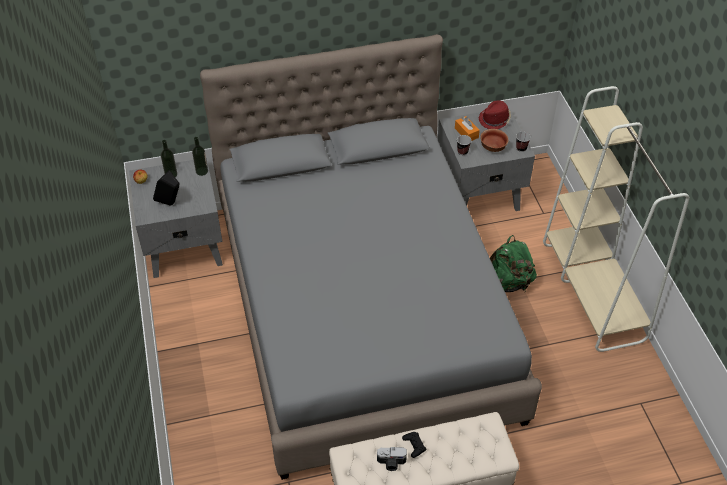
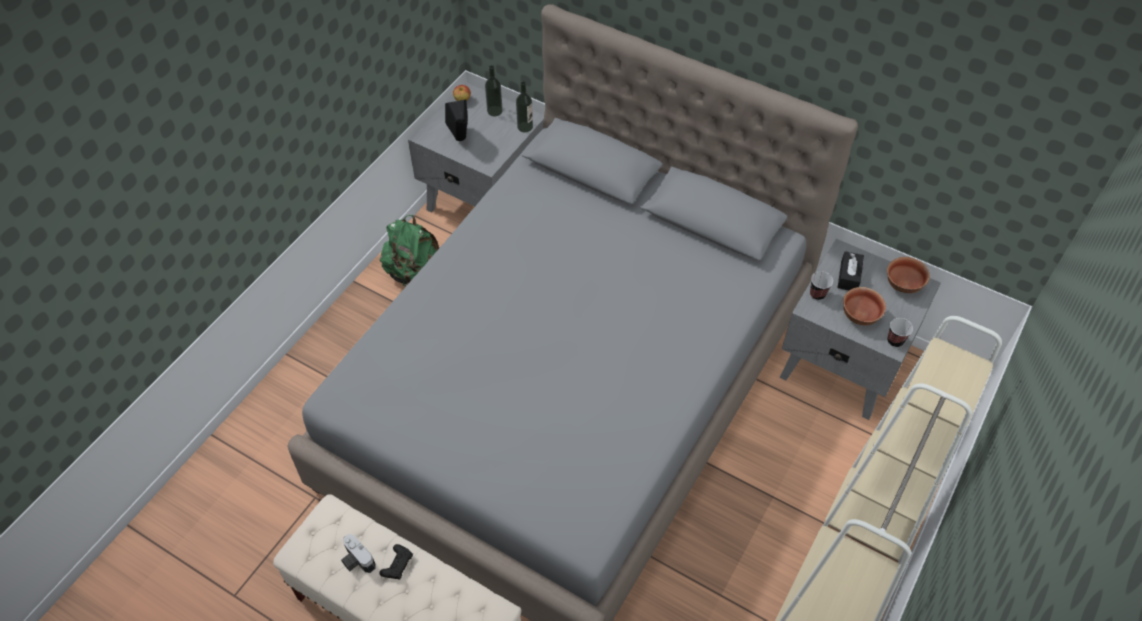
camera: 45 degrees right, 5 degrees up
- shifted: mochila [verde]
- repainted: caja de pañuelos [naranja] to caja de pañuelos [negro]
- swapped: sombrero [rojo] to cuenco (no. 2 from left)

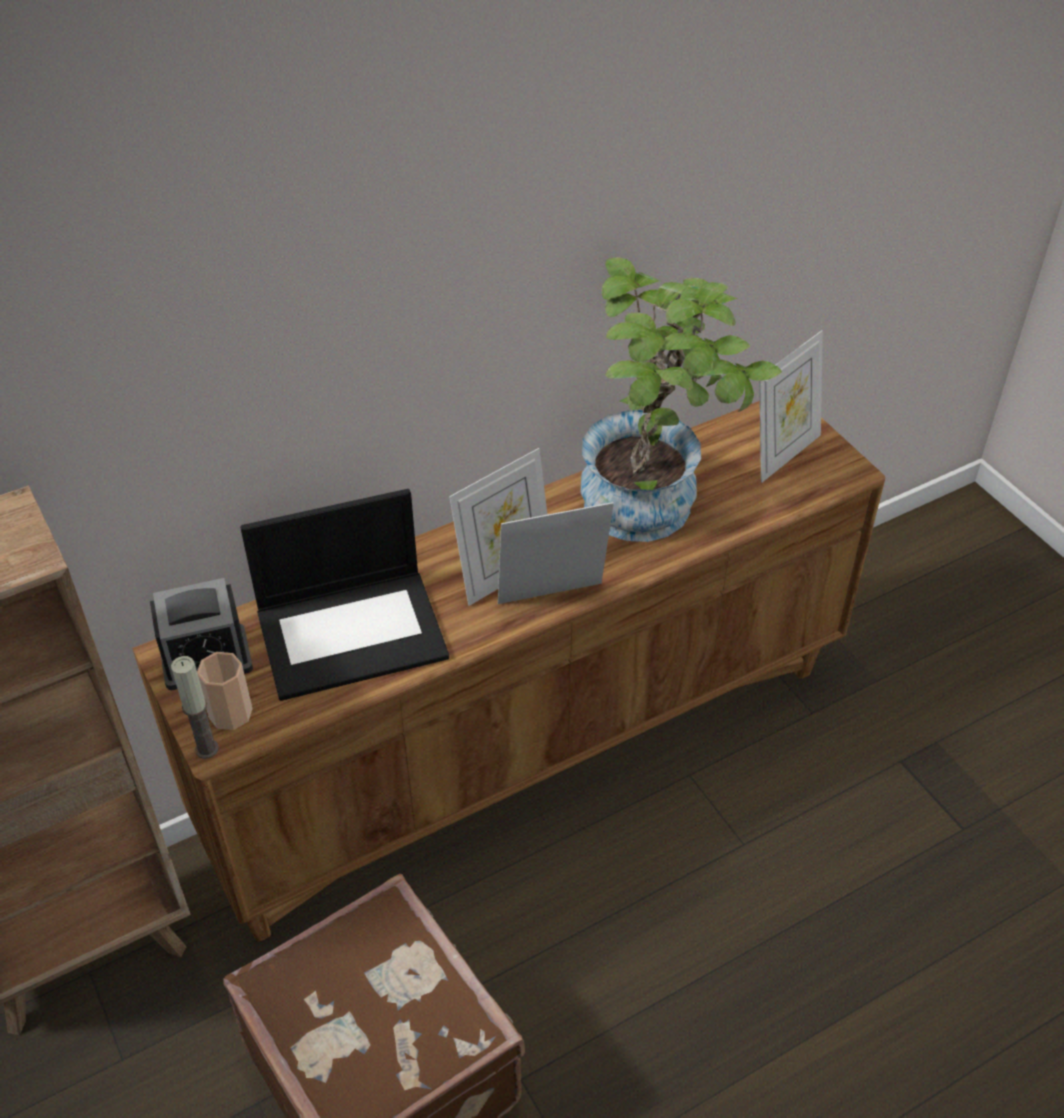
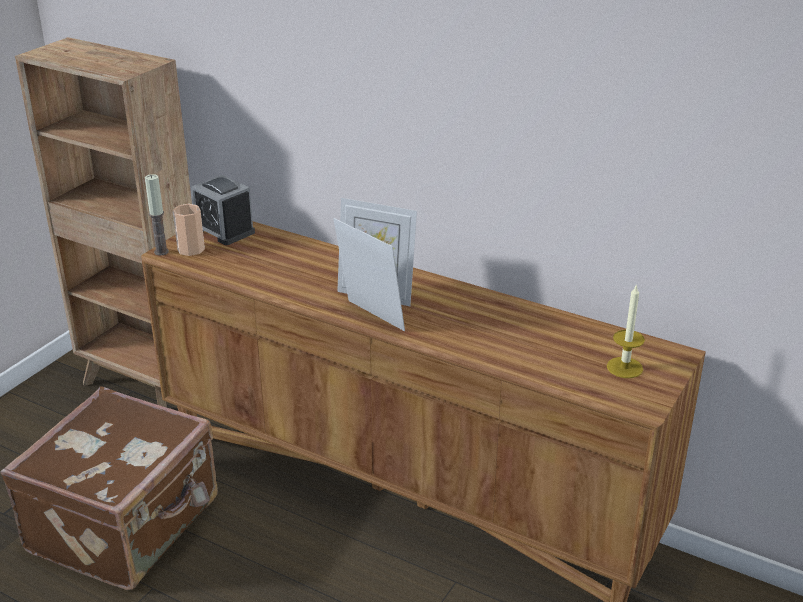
camera: 60 degrees right, 15 degrees down
- swapped: portarretratos (no. 3 from left) to vela (no. 2 from left)
- gone: portátil
- gone: planta en maceta

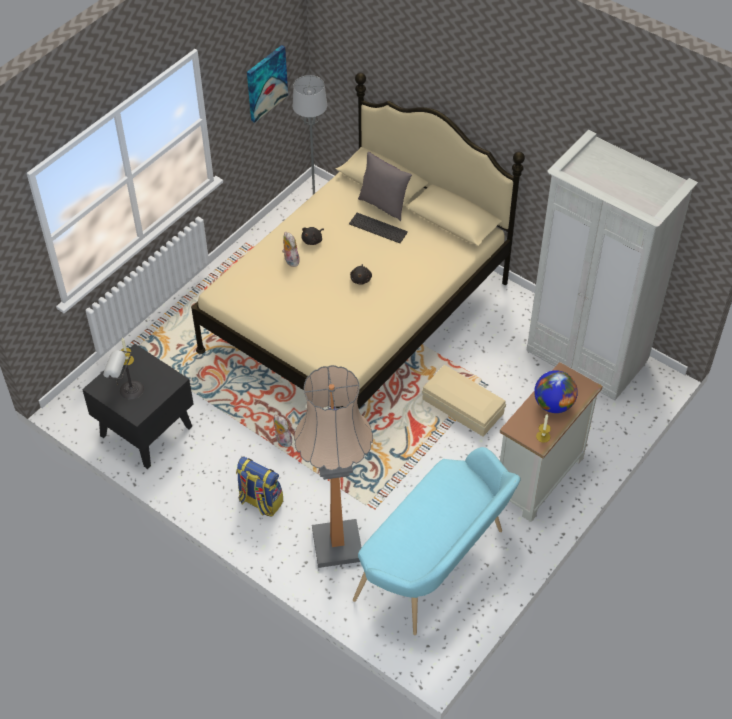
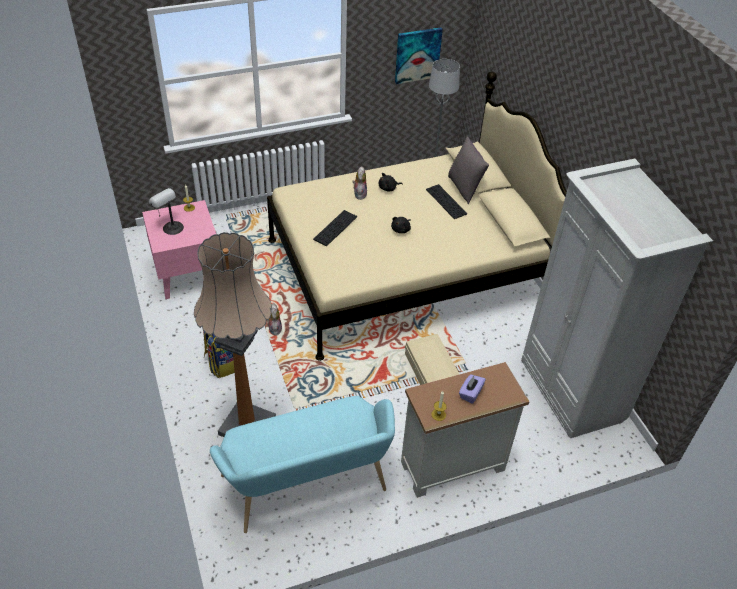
camera: 30 degrees right, 5 degrees down
- repainted: mesita de noche [negro] to mesita de noche [rosa]
- new: teclado (no. 1 from left)
- swapped: globo terráqueo to caja de pañuelos [morado]

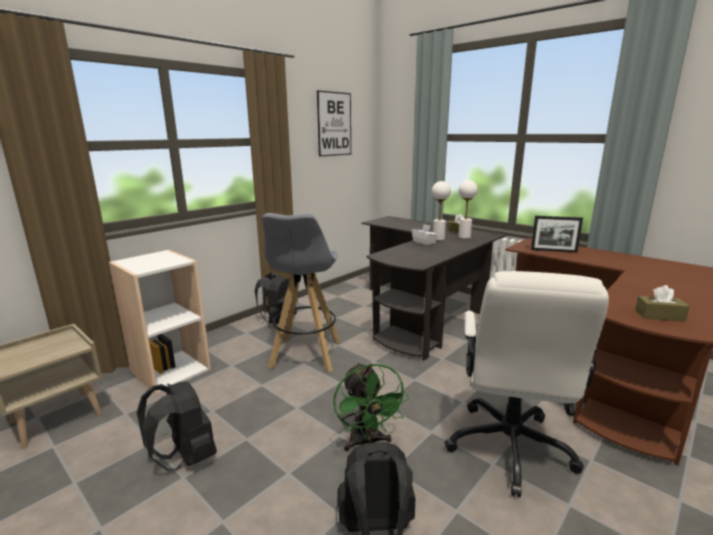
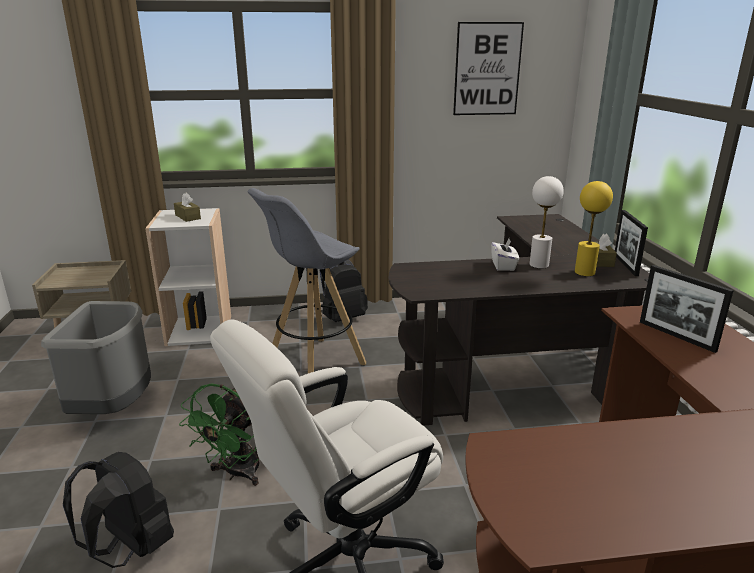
camera: 40 degrees right, 5 degrees up
- swapped: mochila [negro] (no. 1 from left) to papelera [gris]
- shifted: caja de pañuelos [marrón] (no. 2 from left in the first image) to caja de pañuelos [marrón] (no. 1 from left)
- repainted: lámpara de mesa [blanco] (no. 2 from left) to lámpara de mesa [amarillo]
- new: portarretratos (no. 1 from left)

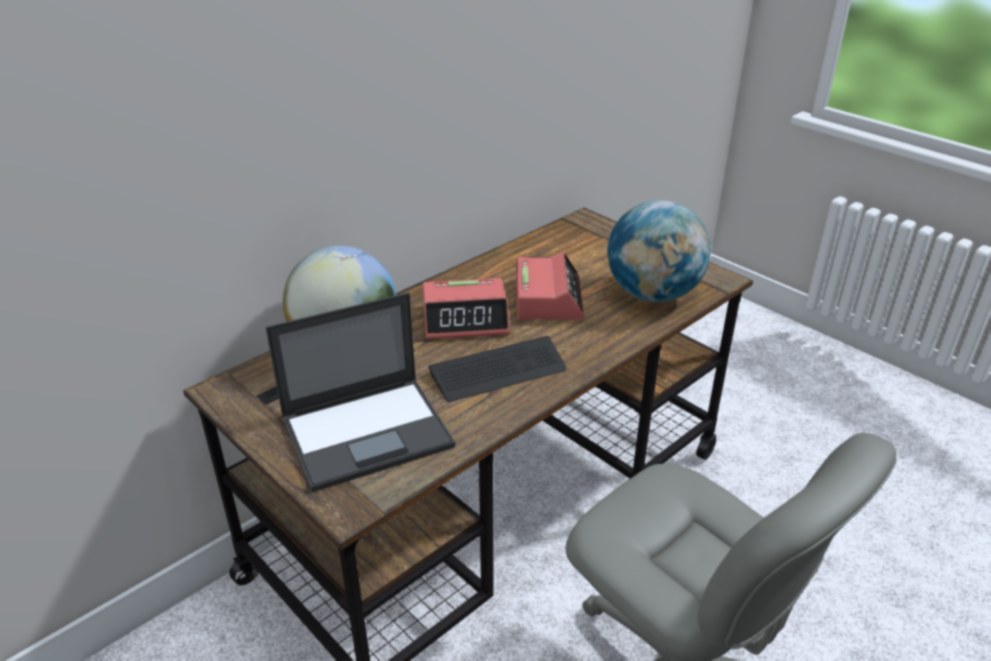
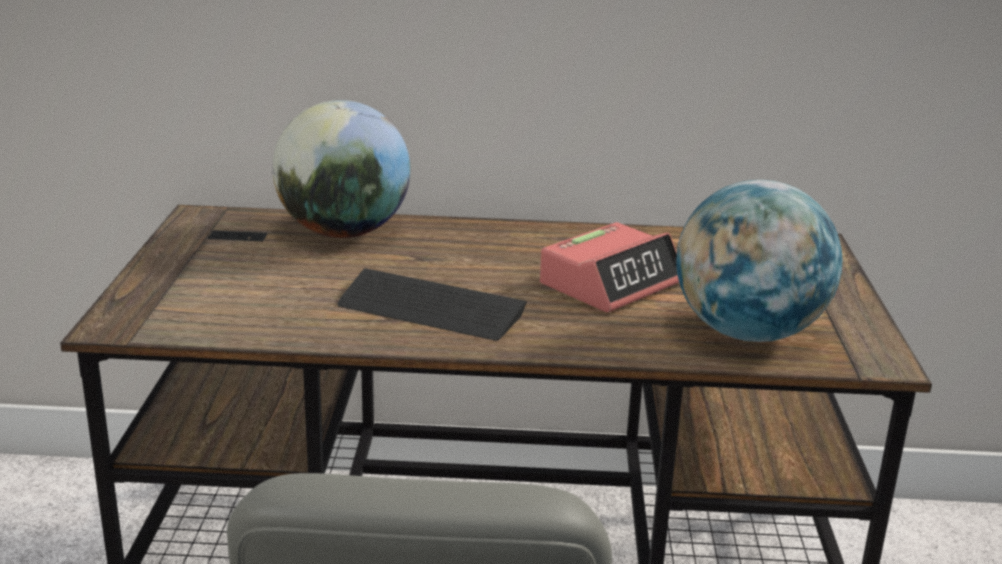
camera: 45 degrees right, 10 degrees down
- gone: portátil
- gone: despertador (no. 1 from left)

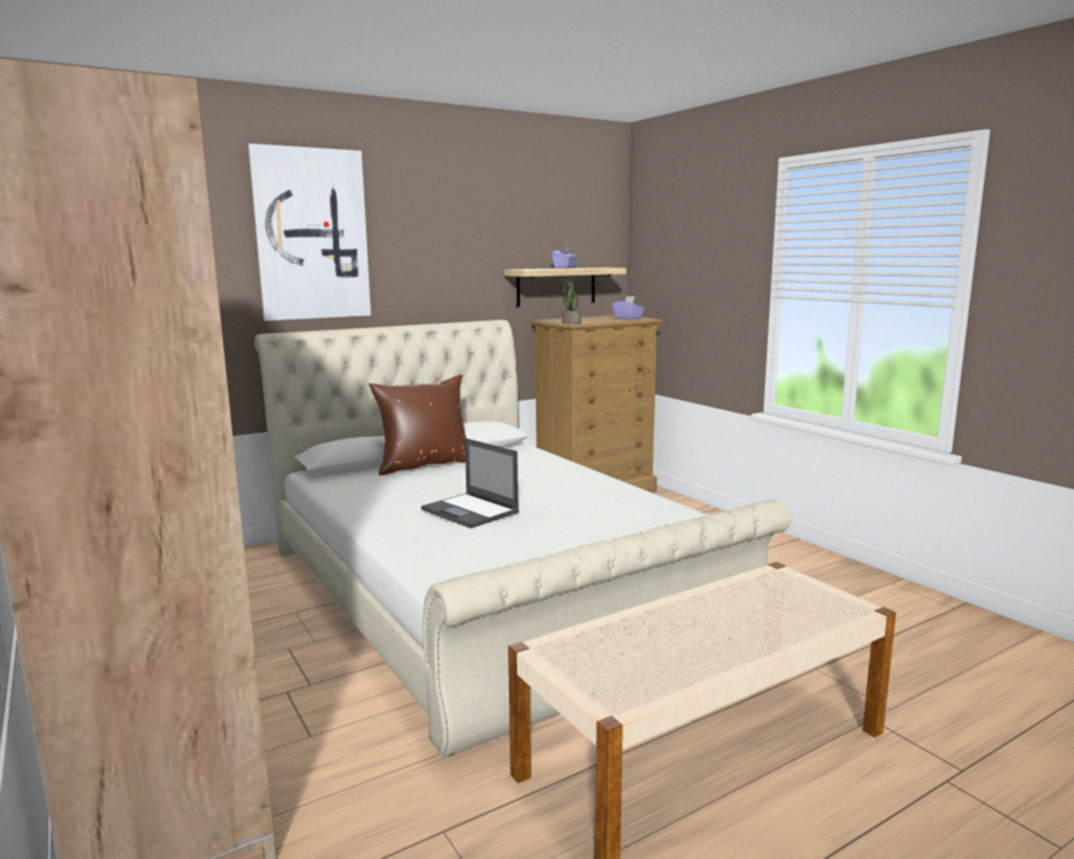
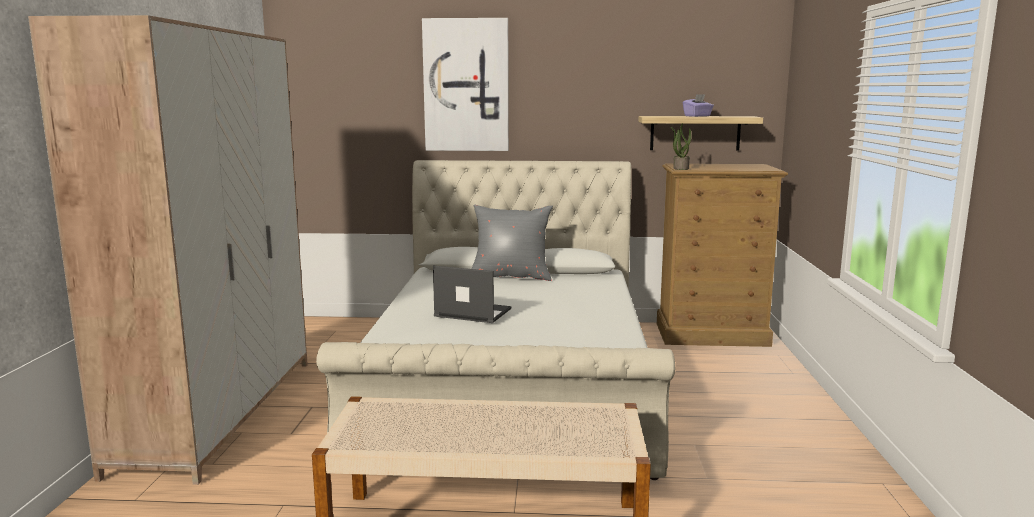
camera: 35 degrees right, 0 degrees up
- rotated: portátil 120 degrees clockwise
- repainted: cojín [marrón] to cojín [gris]
- gone: caja de pañuelos [morado] (no. 2 from left)

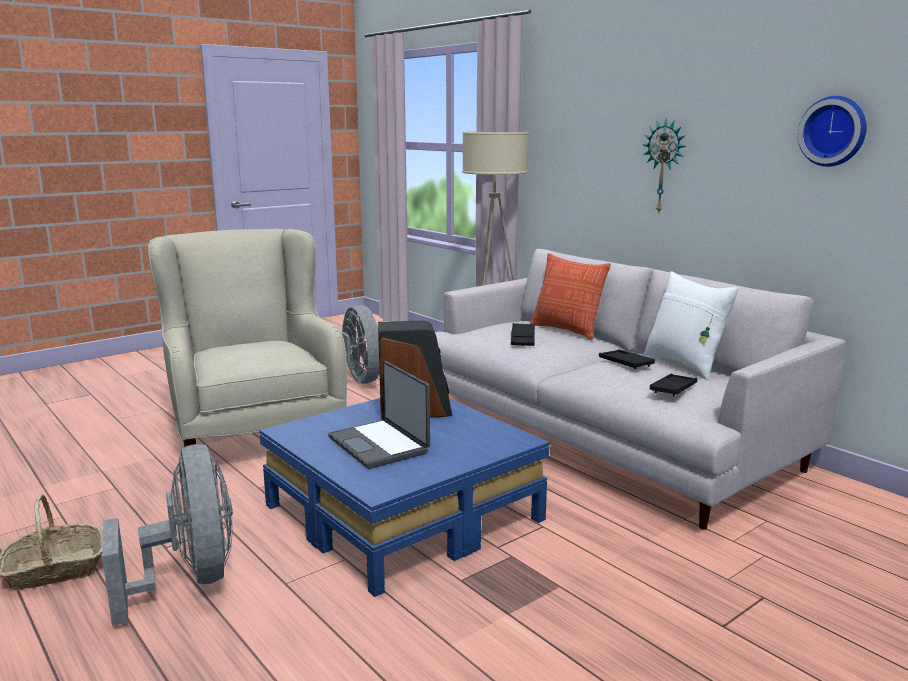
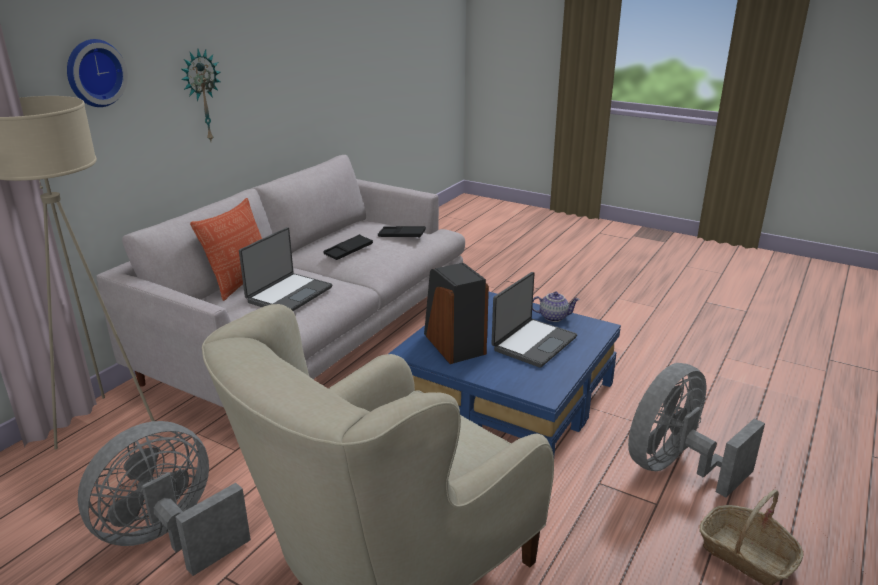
camera: 110 degrees left, 10 degrees up
- shifted: reloj de pared (no. 2 from left in the first image) to reloj de pared (no. 1 from left)
- swapped: bandeja [negro] (no. 1 from left) to portátil (no. 1 from left)
- new: tetera
- gone: cojín [blanco]

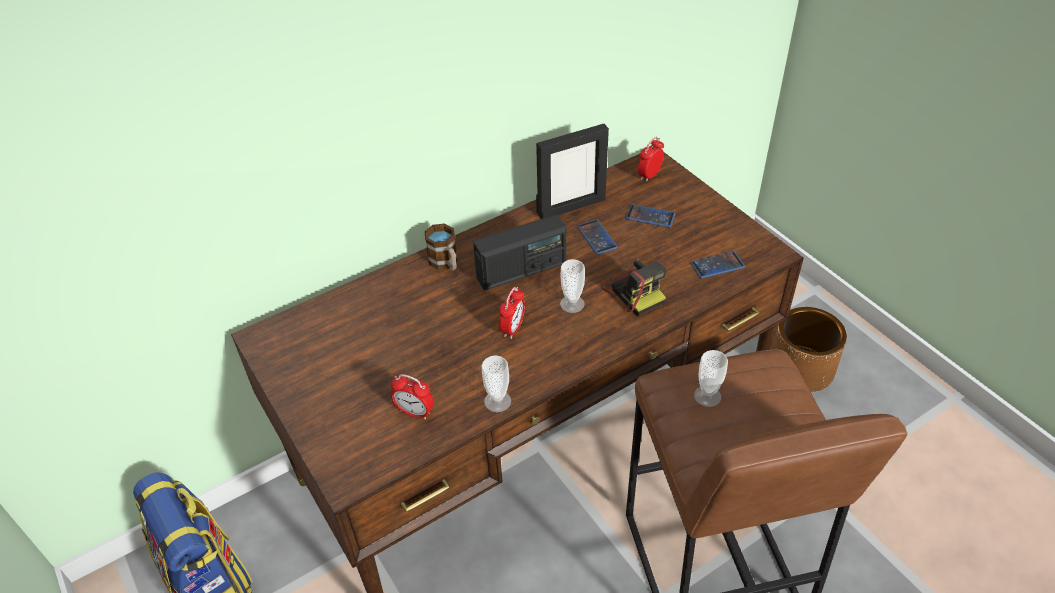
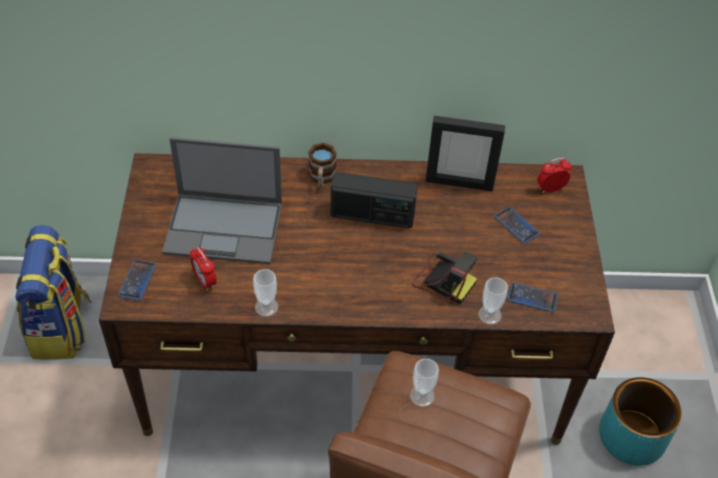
camera: 30 degrees right, 5 degrees up
- shifted: móvil (no. 1 from left)
- new: portátil
- rotated: cámara 60 degrees counterclockwise
- shifted: taza (no. 2 from left in the first image) to taza (no. 3 from left)
- repainted: maceta [marrón] to maceta [turquesa]
- gone: despertador (no. 2 from left)

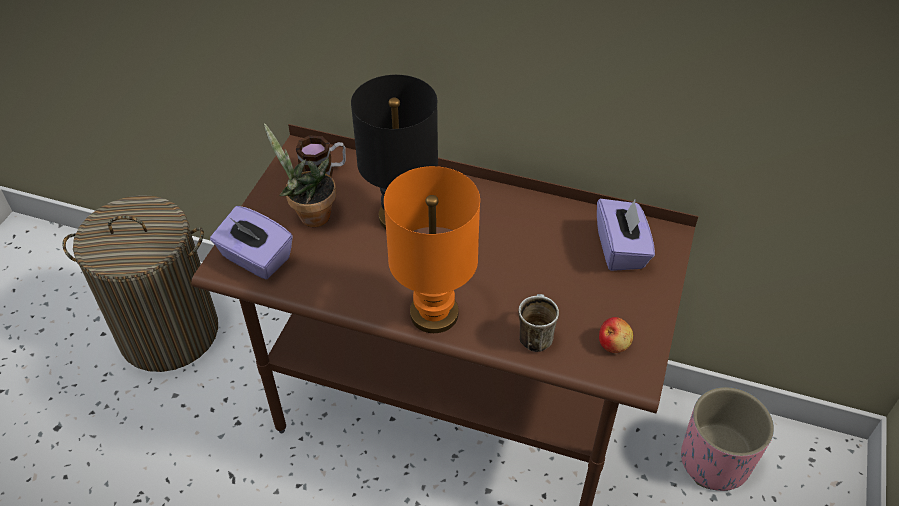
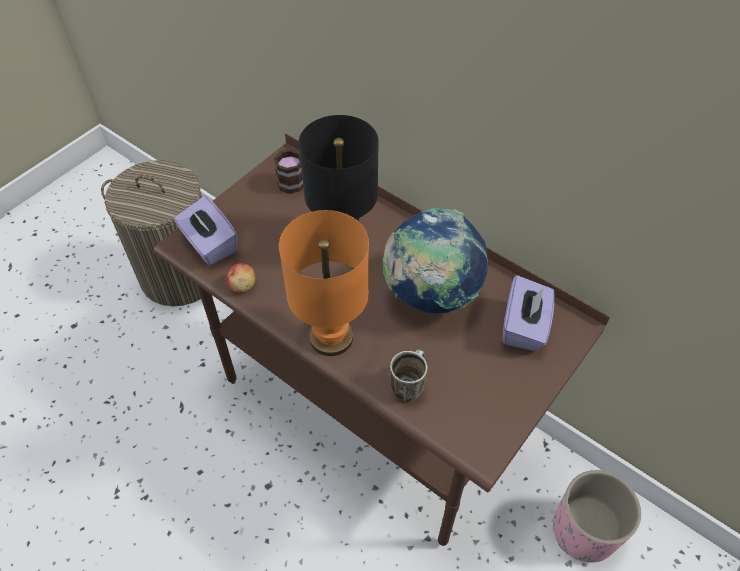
camera: 20 degrees right, 5 degrees up
- shifted: manzana
- new: globo terráqueo
- gone: planta en maceta

